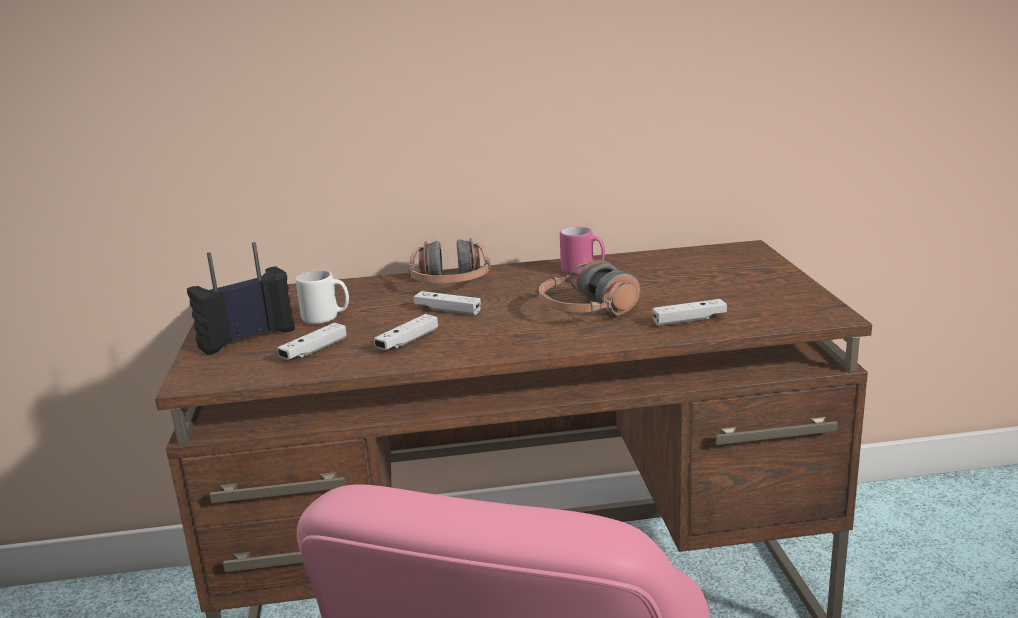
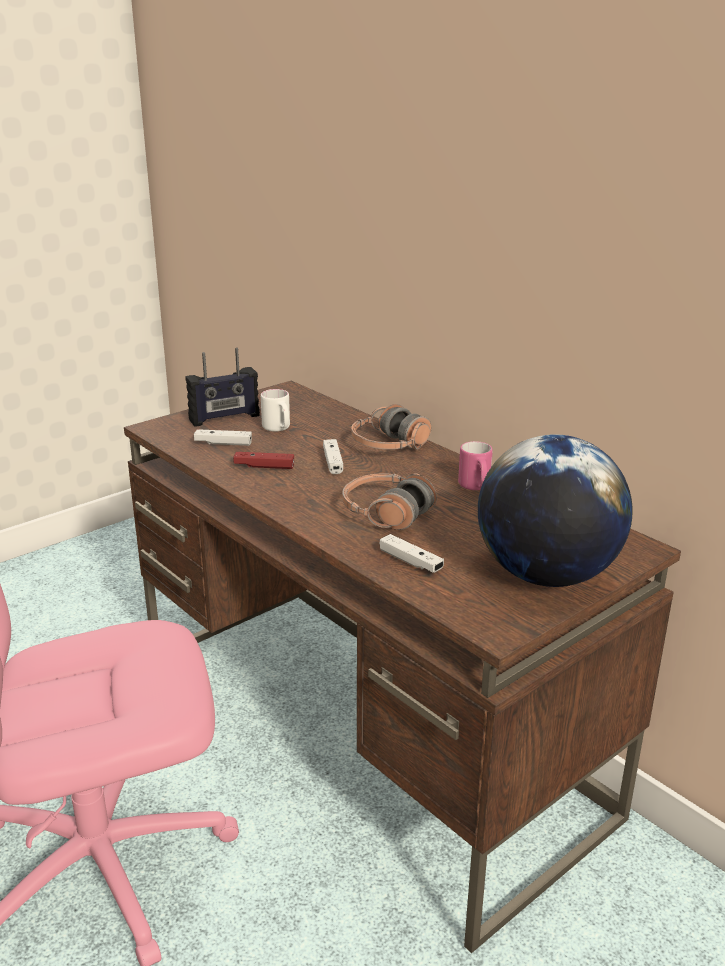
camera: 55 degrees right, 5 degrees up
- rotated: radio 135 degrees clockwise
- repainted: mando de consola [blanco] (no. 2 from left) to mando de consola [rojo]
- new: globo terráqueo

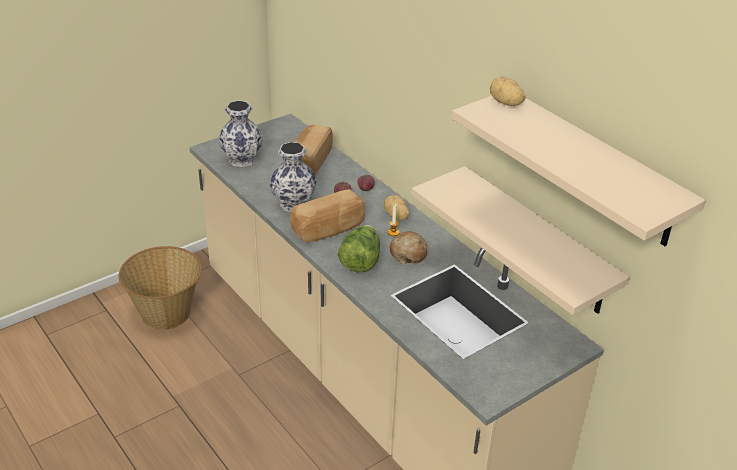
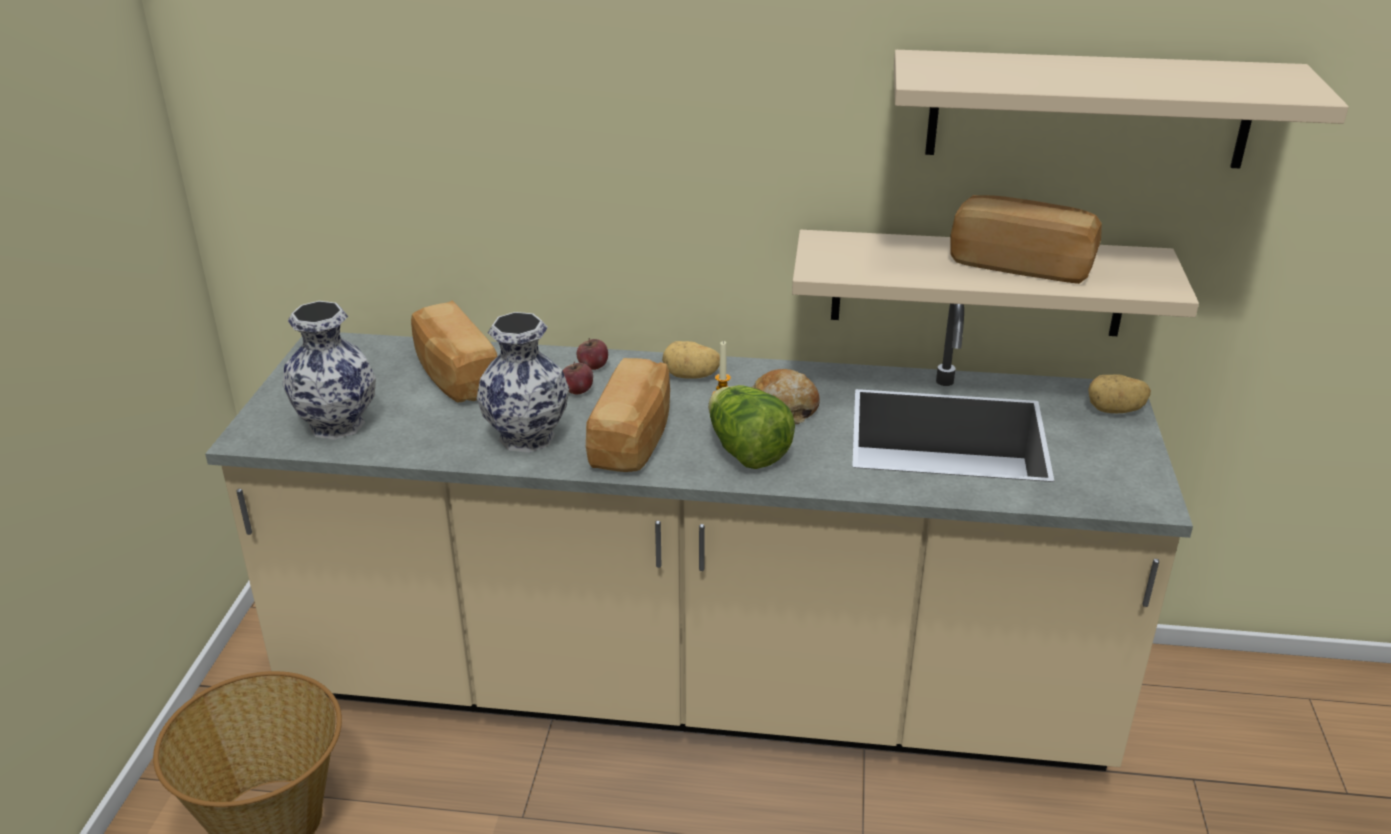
camera: 45 degrees left, 5 degrees down
- new: pan (no. 4 from left)
- shifted: patata (no. 2 from left)

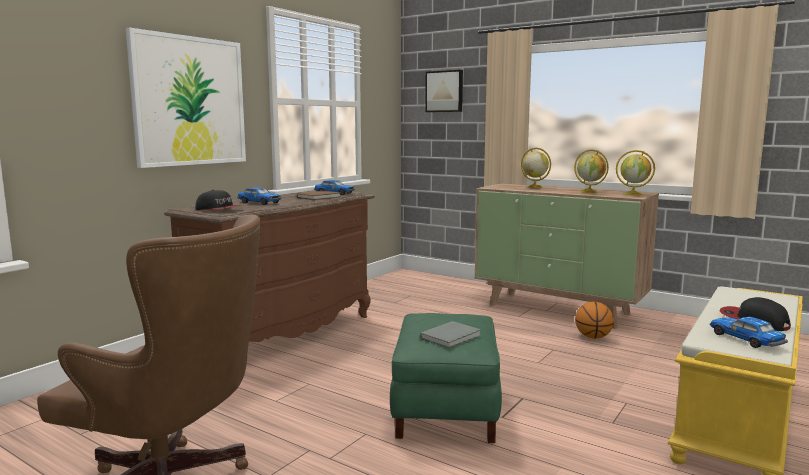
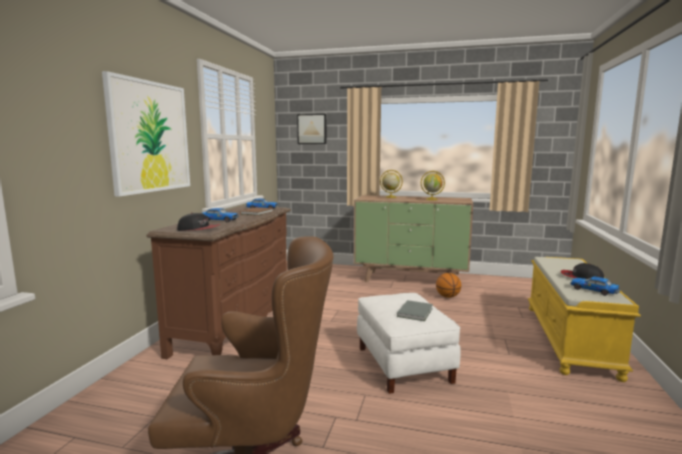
camera: 20 degrees left, 0 degrees up
- repainted: puf [verde] to puf [blanco]
- gone: globo terráqueo (no. 3 from left)

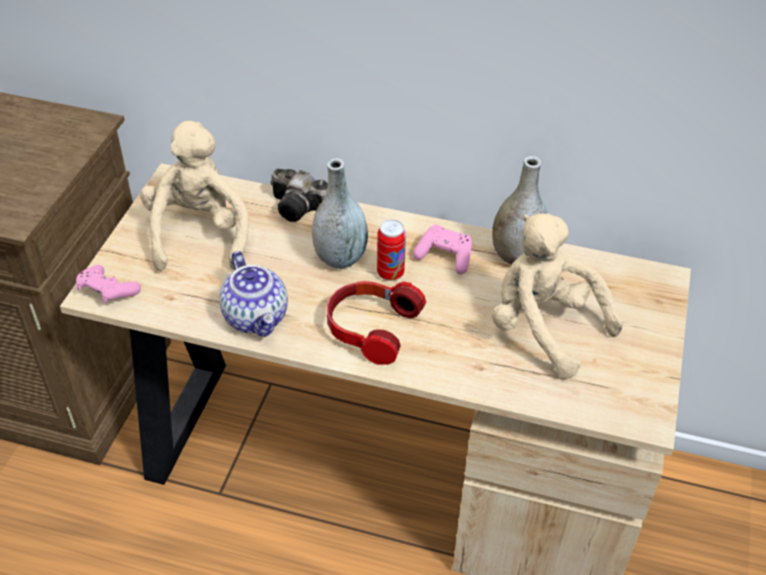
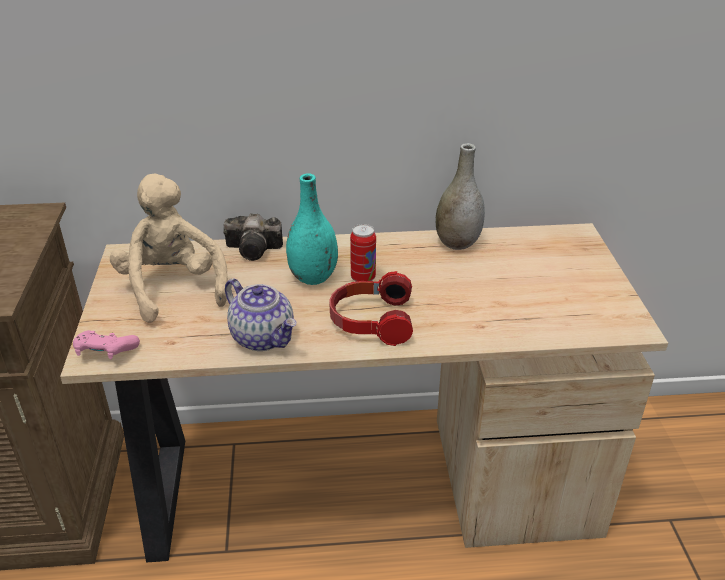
camera: 20 degrees left, 10 degrees down
- repainted: florero [gris] (no. 1 from left) to florero [turquesa]
- gone: mando de consola [rosa] (no. 2 from left)
- gone: peluche [beis] (no. 2 from left)

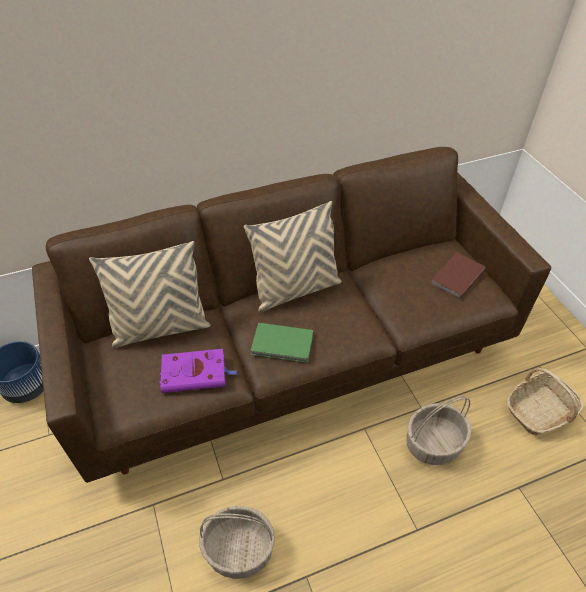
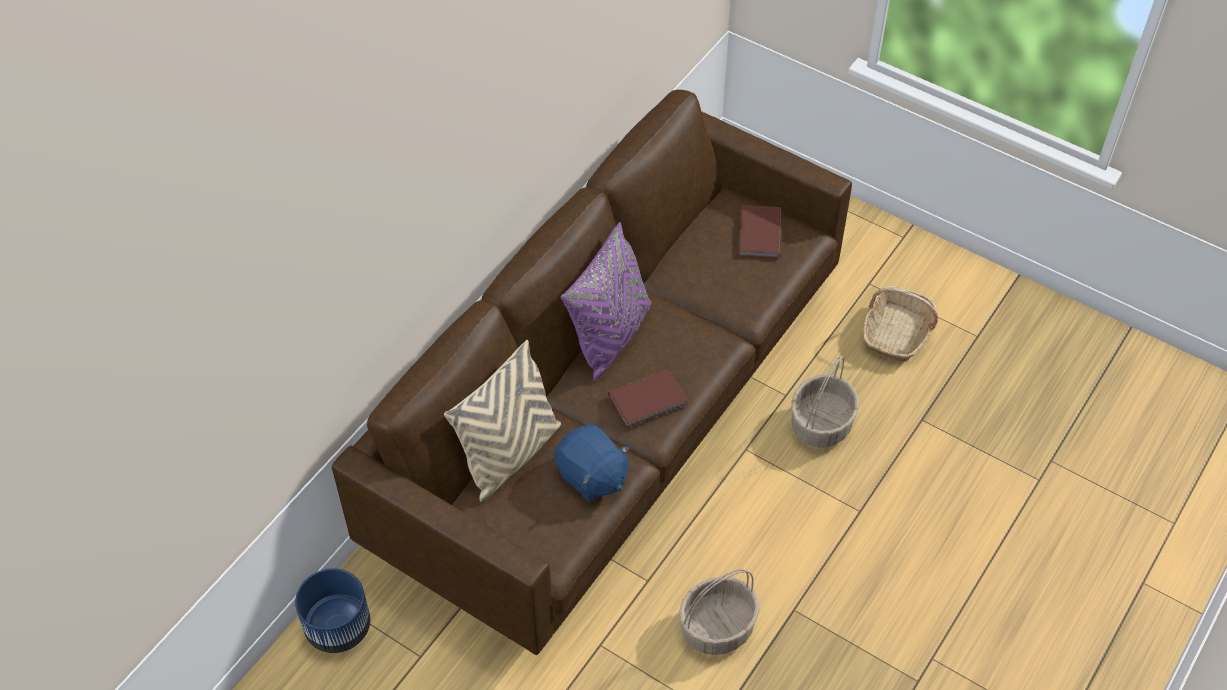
camera: 35 degrees left, 5 degrees up
- swapped: libro [morado] to peluche [azul]
- repainted: cojín [beis] (no. 2 from left) to cojín [morado]
- repainted: libro [verde] to libro [marrón] (no. 1 from left)

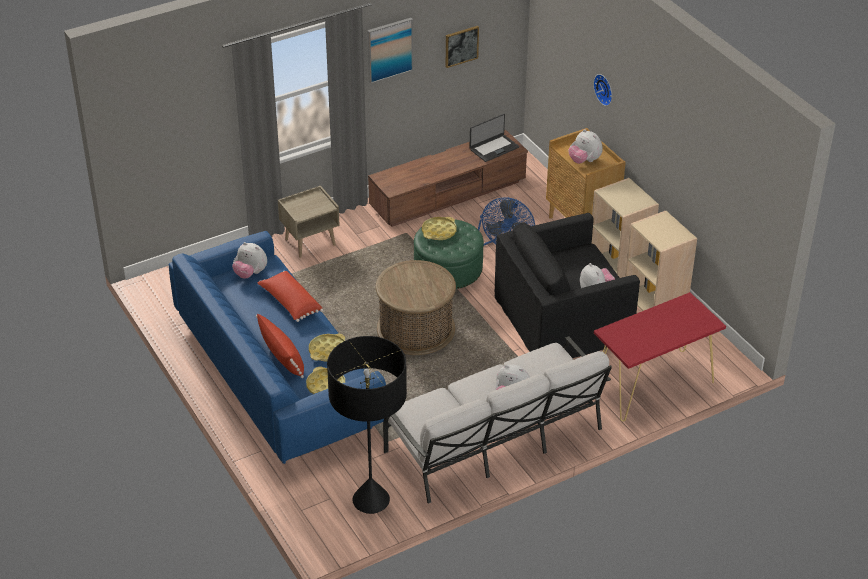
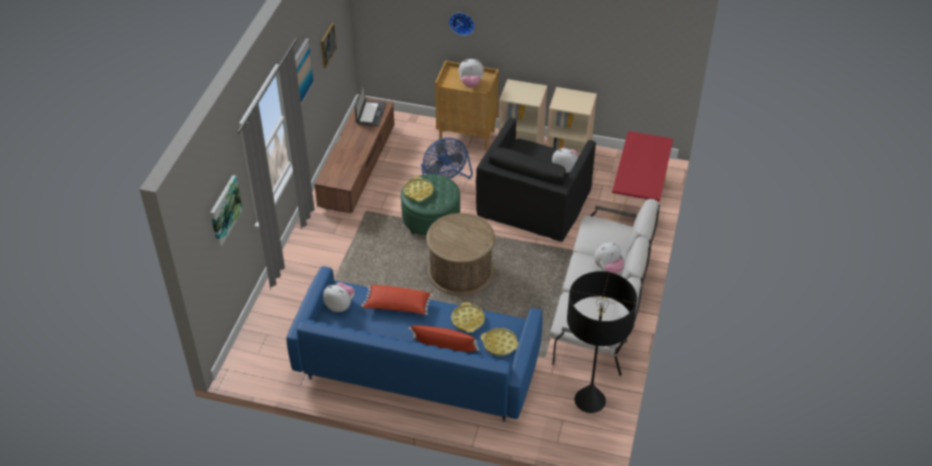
camera: 45 degrees left, 5 degrees up
- new: cuadro (no. 1 from left)
- rotated: peluche (no. 1 from left) 135 degrees counterclockwise
- gone: mesita de noche [beis]

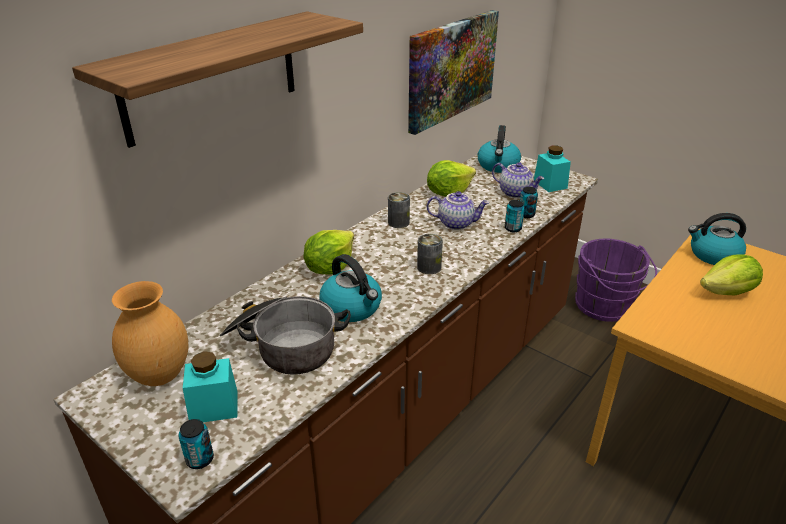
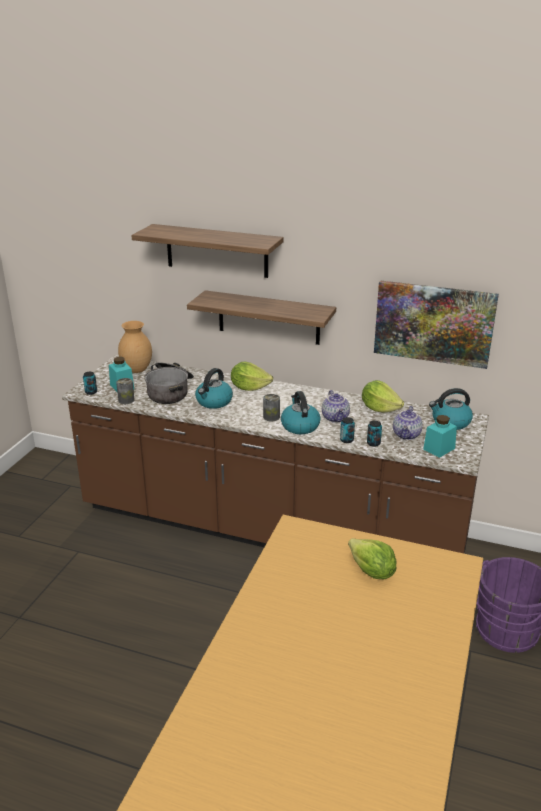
camera: 70 degrees right, 5 degrees down
- shifted: lata (no. 2 from left)
- new: estante (no. 2 from left)
- shifted: hervidor (no. 3 from left in the first image) to hervidor (no. 2 from left)

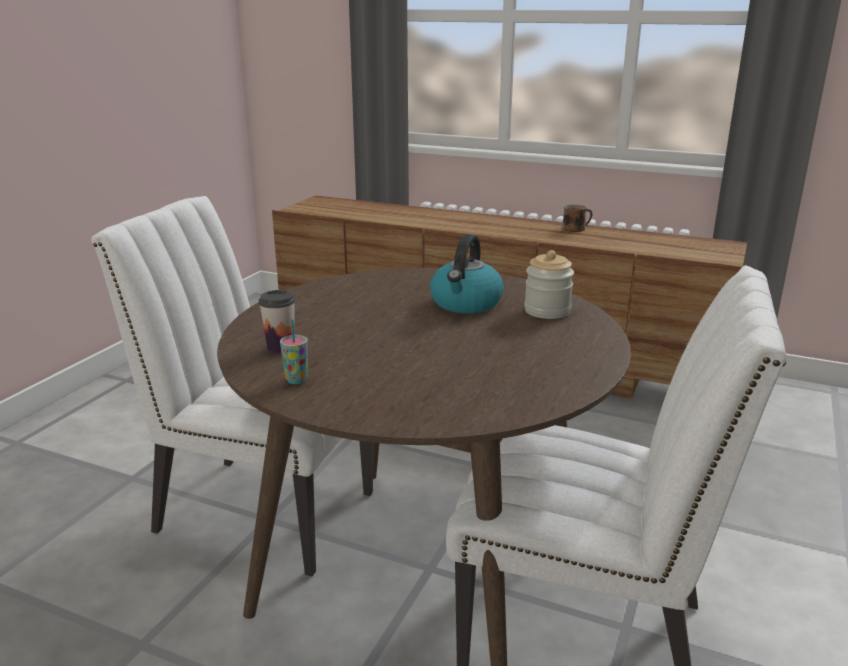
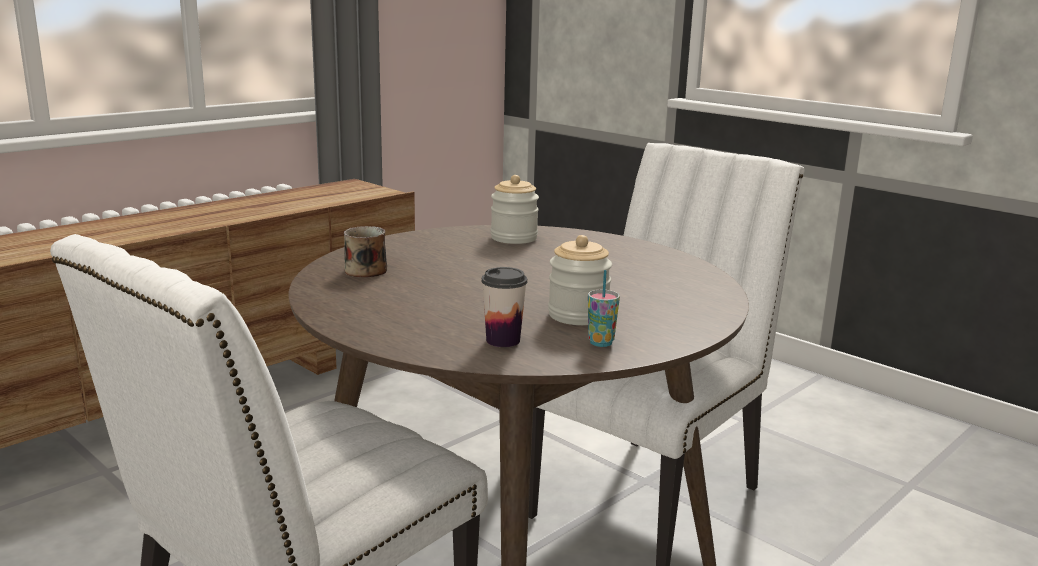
camera: 70 degrees left, 5 degrees down
- shifted: taza grande
- new: tarro (no. 2 from left)
- gone: hervidor

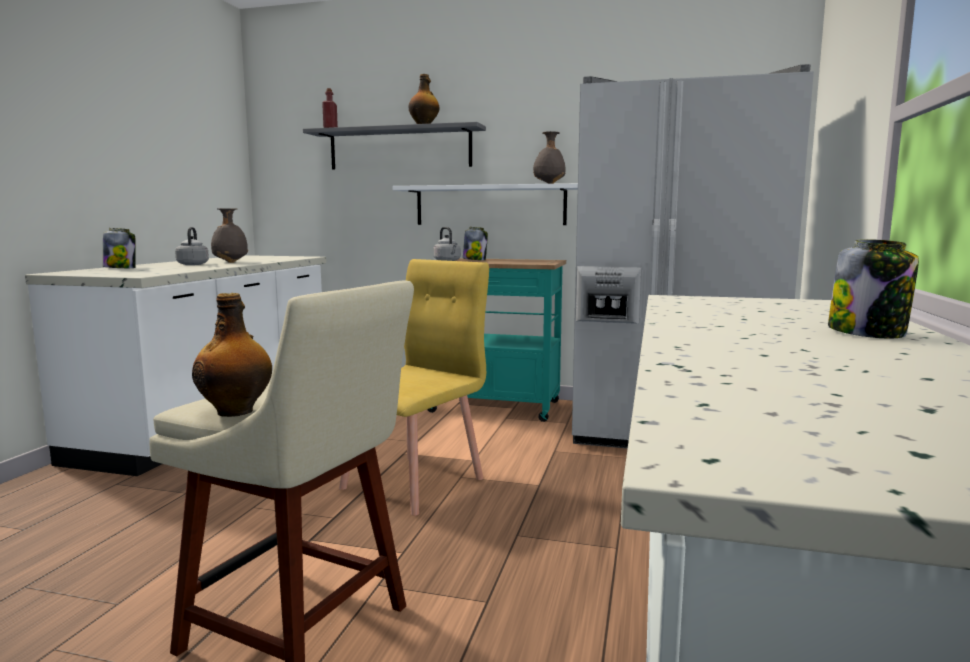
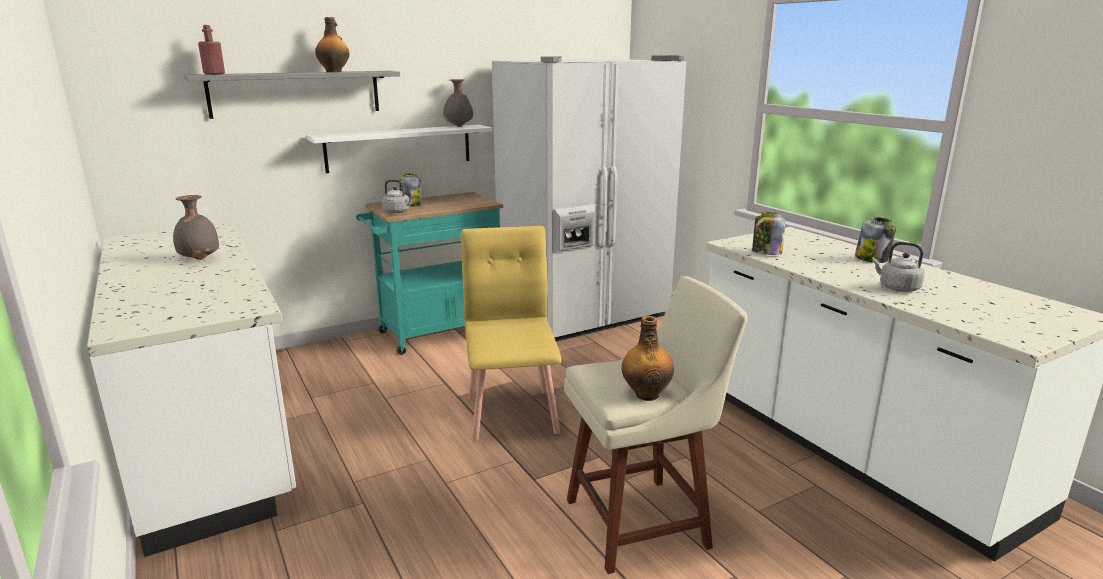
camera: 45 degrees left, 10 degrees up
- shifted: tarro (no. 1 from left in the first image) to tarro (no. 2 from left)
- shifted: hervidor [gris] (no. 1 from left in the first image) to hervidor [gris] (no. 2 from left)

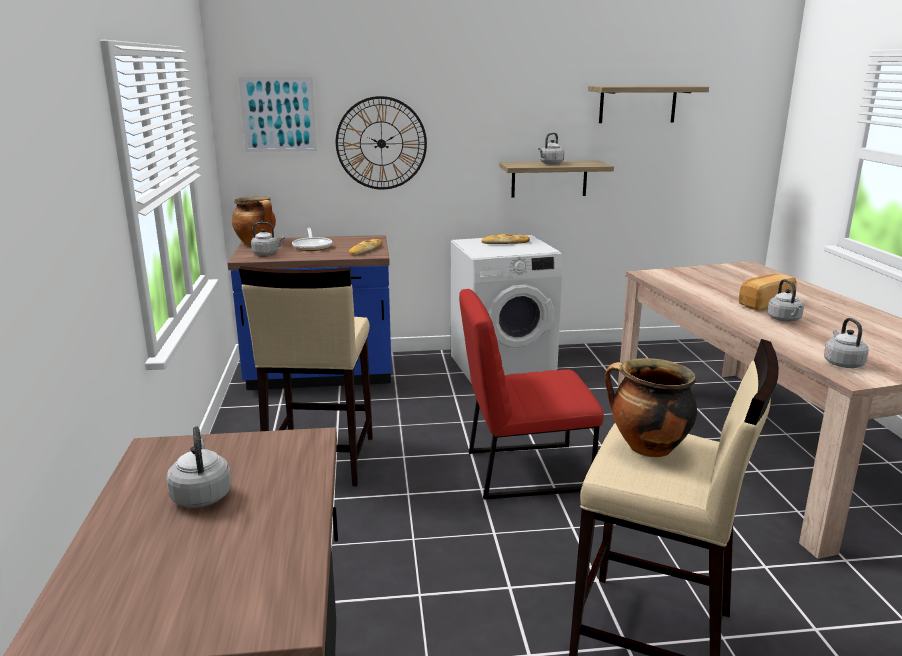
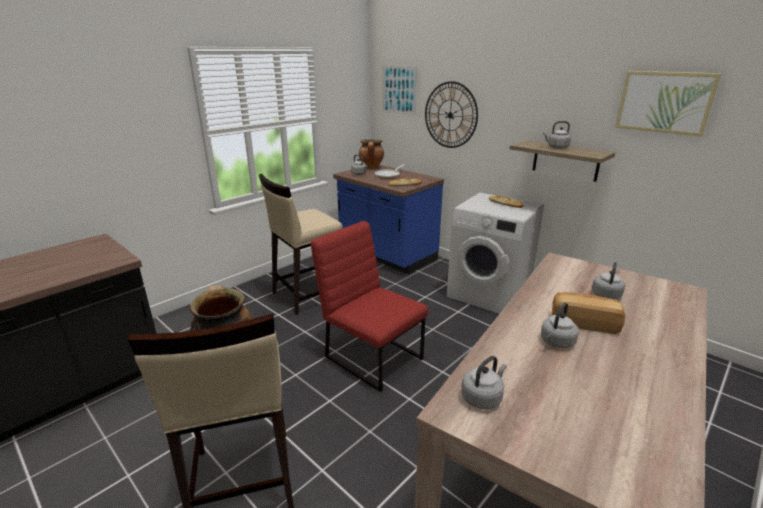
camera: 50 degrees right, 5 degrees up
- shifted: hervidor [gris] (no. 1 from left in the first image) to hervidor [gris] (no. 5 from left)
- swapped: estante (no. 2 from left) to cuadro (no. 2 from left)

